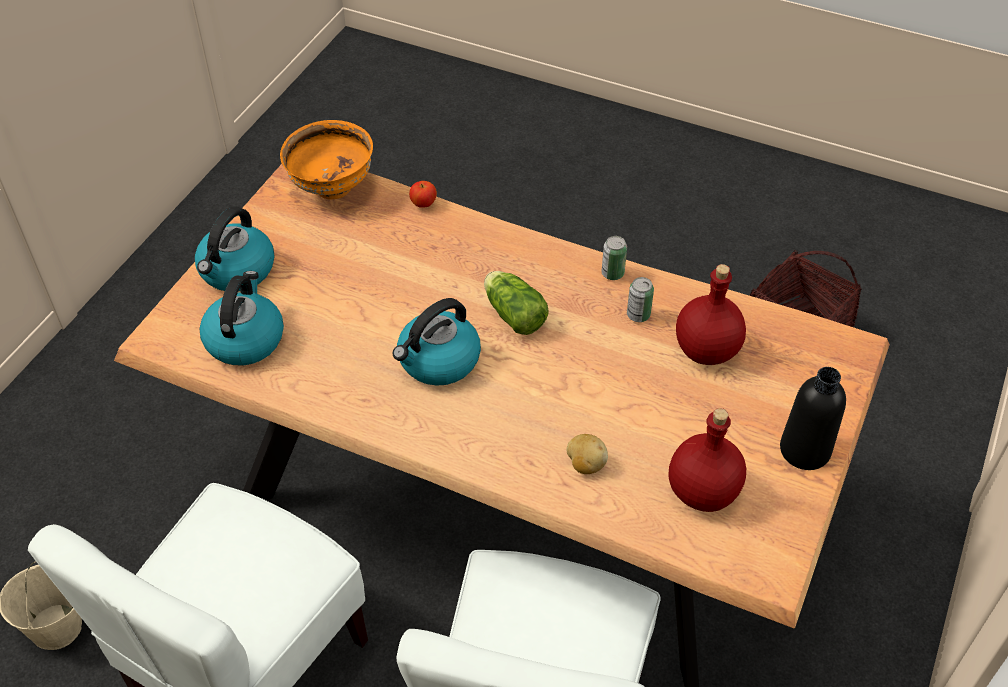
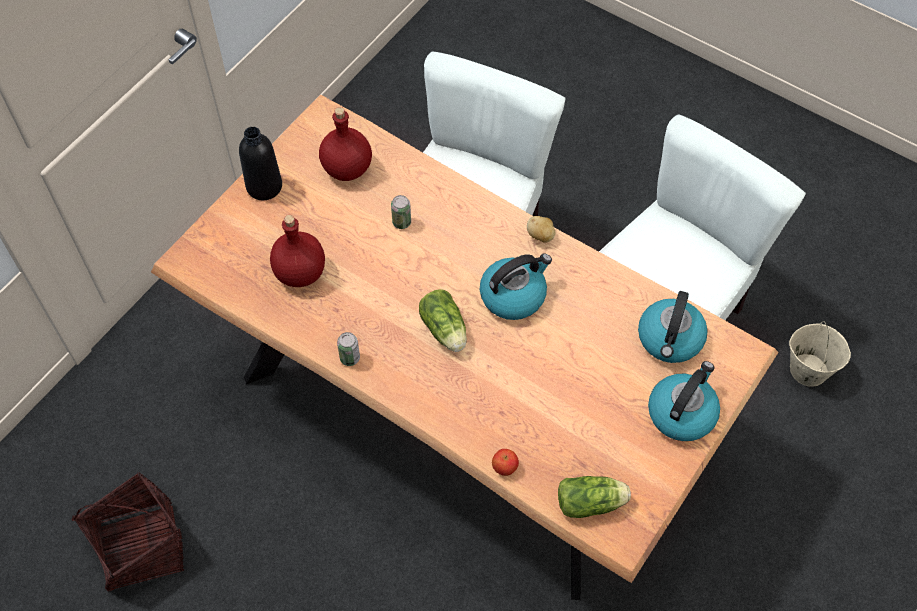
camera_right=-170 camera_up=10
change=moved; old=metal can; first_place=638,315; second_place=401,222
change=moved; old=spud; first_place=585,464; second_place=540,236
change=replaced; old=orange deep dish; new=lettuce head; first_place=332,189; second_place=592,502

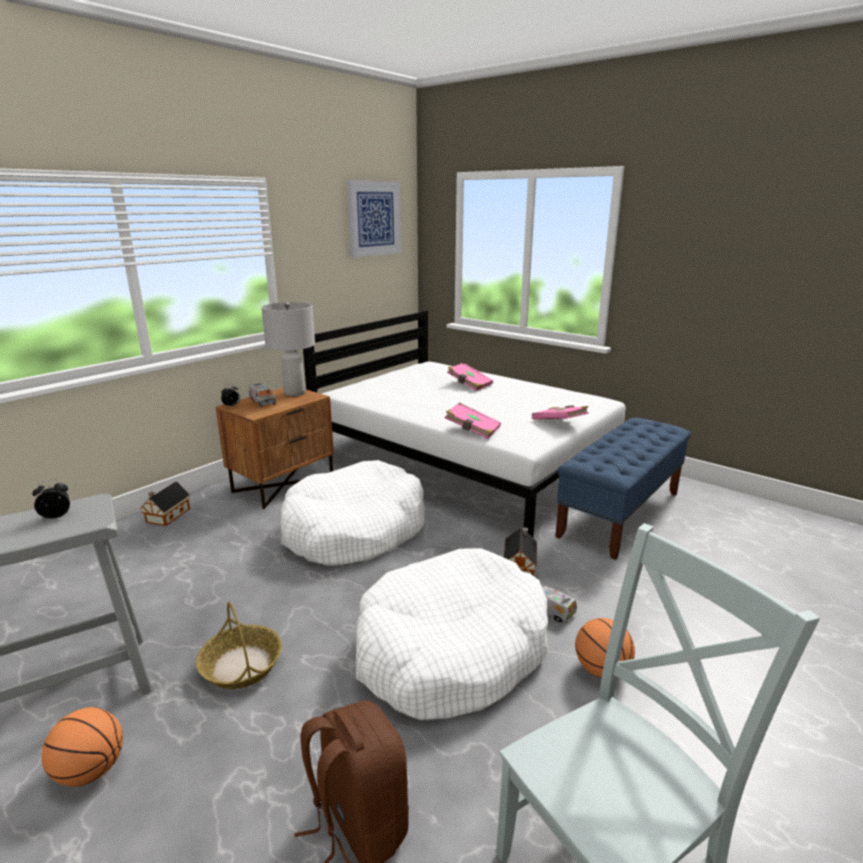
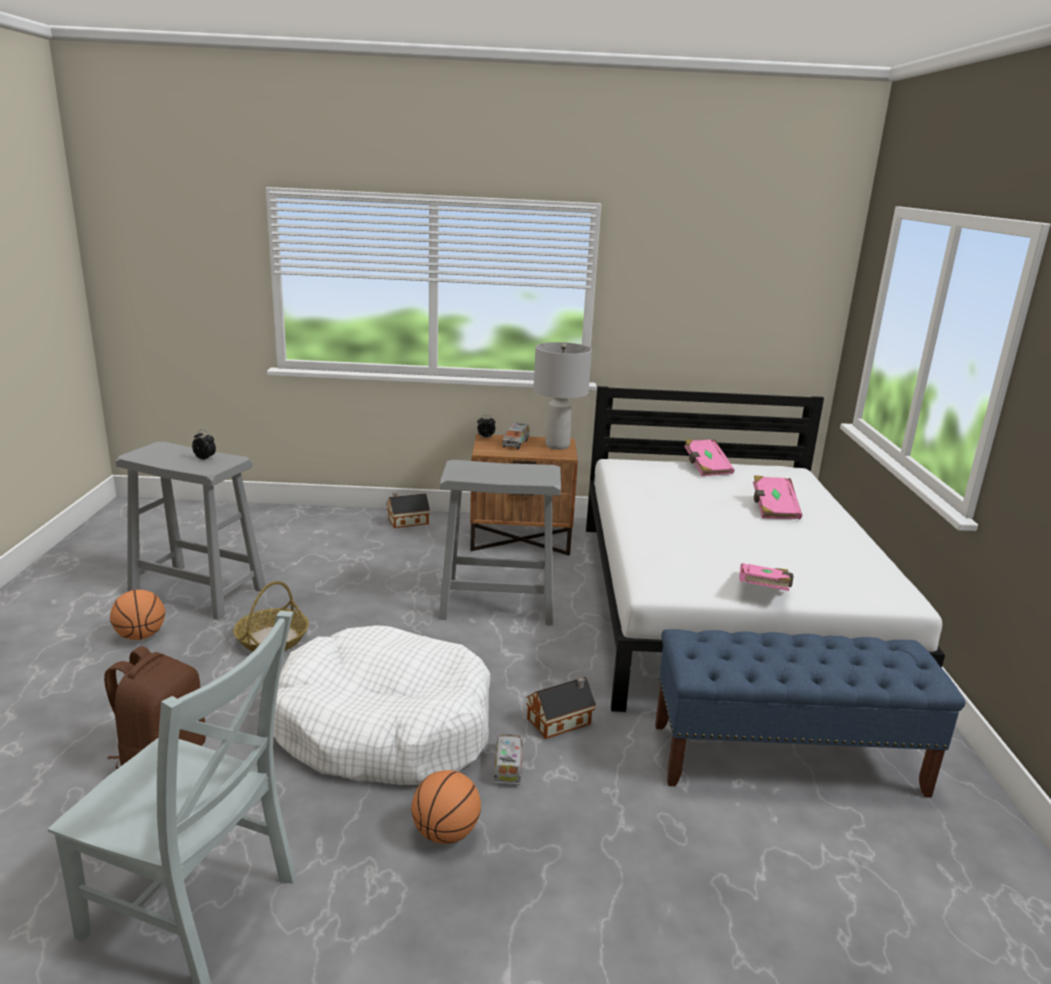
camera_right=50 camera_up=0
change=replaced; old=white dog bed; new=grey stool seat; first_place=354,530; second_place=498,604
change=moved; old=pink-coloured volume; first_place=472,430; second_place=706,467
change=removed; old=wall picture; first_place=374,218

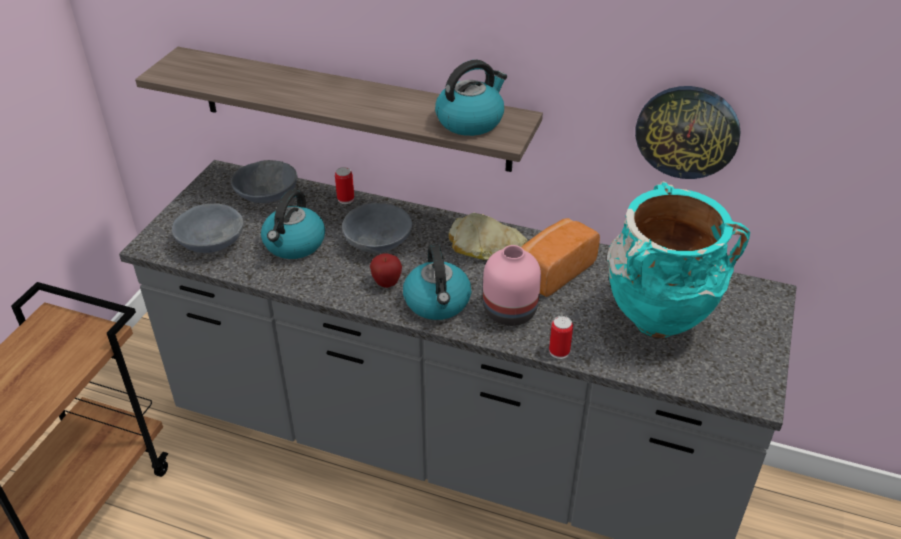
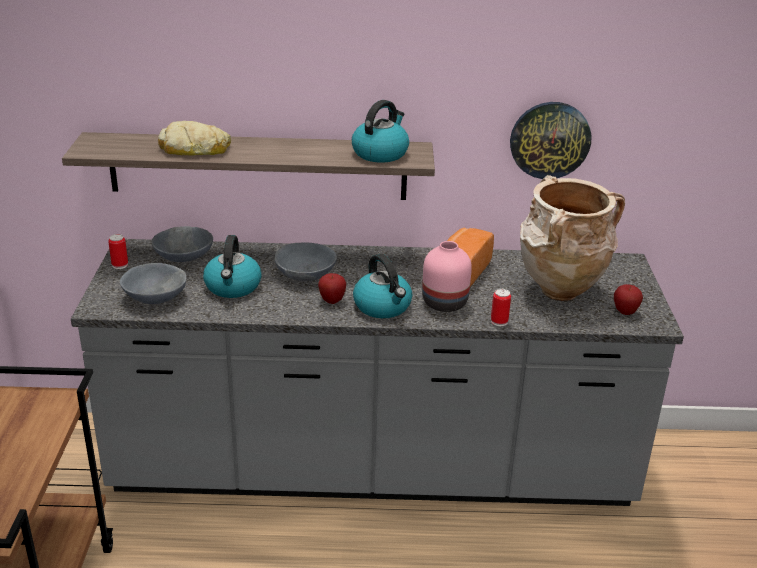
camera_right=-20 camera_up=-10
change=moved; old=metal can; first_place=345,199; second_place=120,265
change=moved; old=bakery bread; first_place=486,247; second_place=194,148
change=recoloured; old=blue-green flower vase; new=beige flower vase; first_place=657,321; second_place=559,290
change=added; new=apple fruit; second_place=625,312

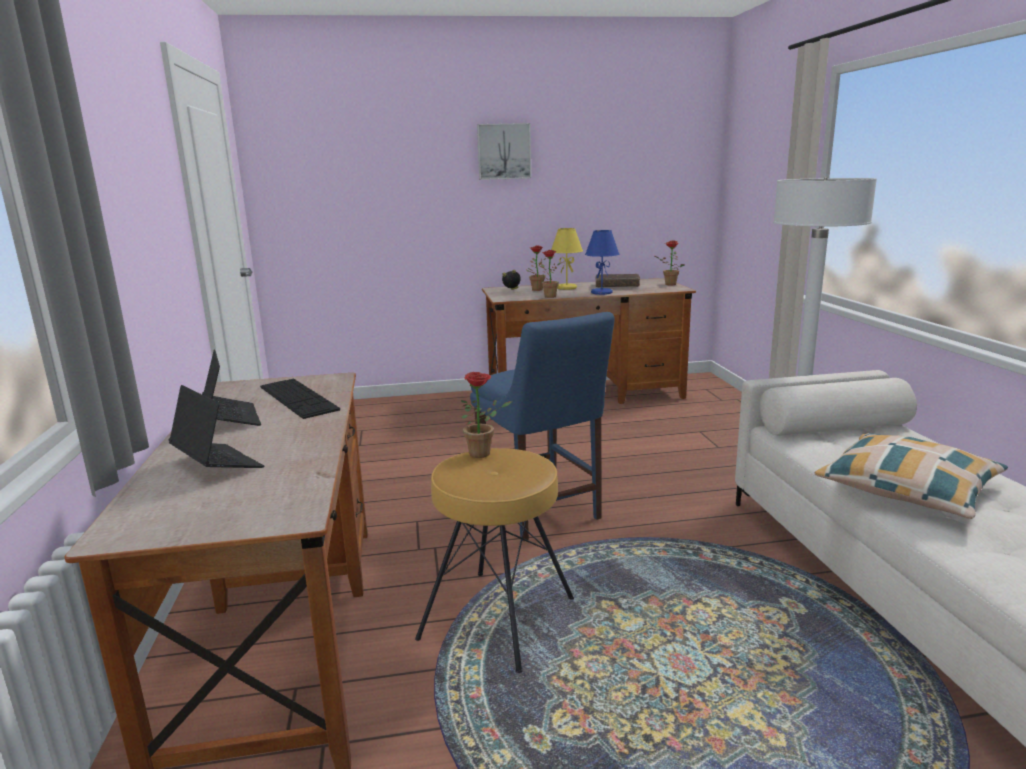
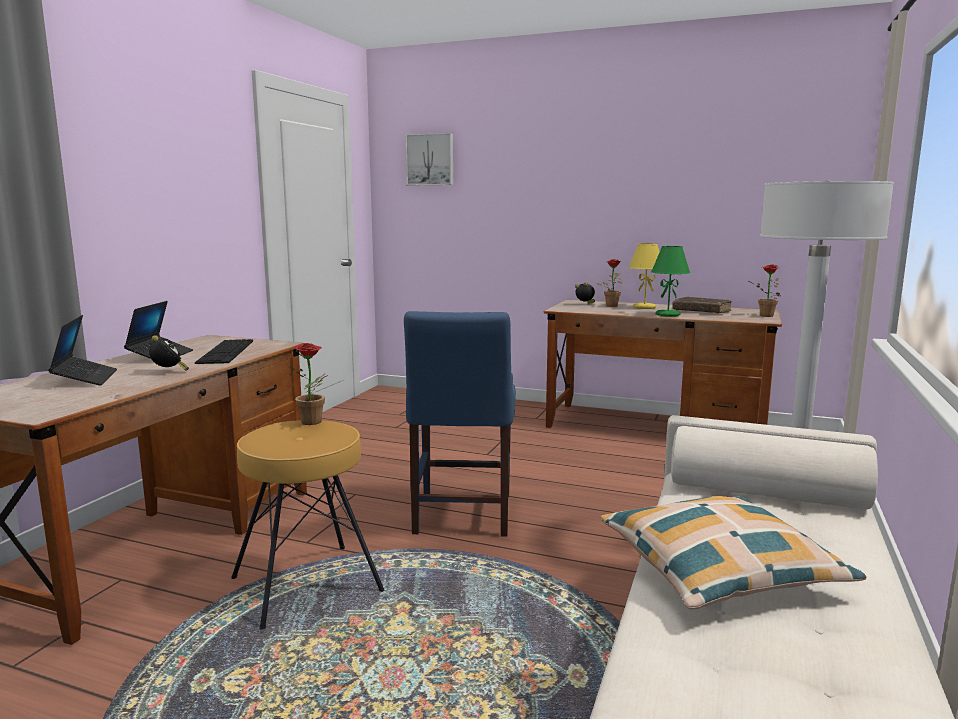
camera_right=30 camera_up=-5
change=added; new=bedside clock; second_place=169,372
change=moved; old=wall picture; first_place=504,151; second_place=430,159
change=recoloured; old=bluish lamp for a table; new=green-coloured lamp for a table; first_place=601,293; second_place=668,315
change=removed; old=potted plant; first_place=548,296

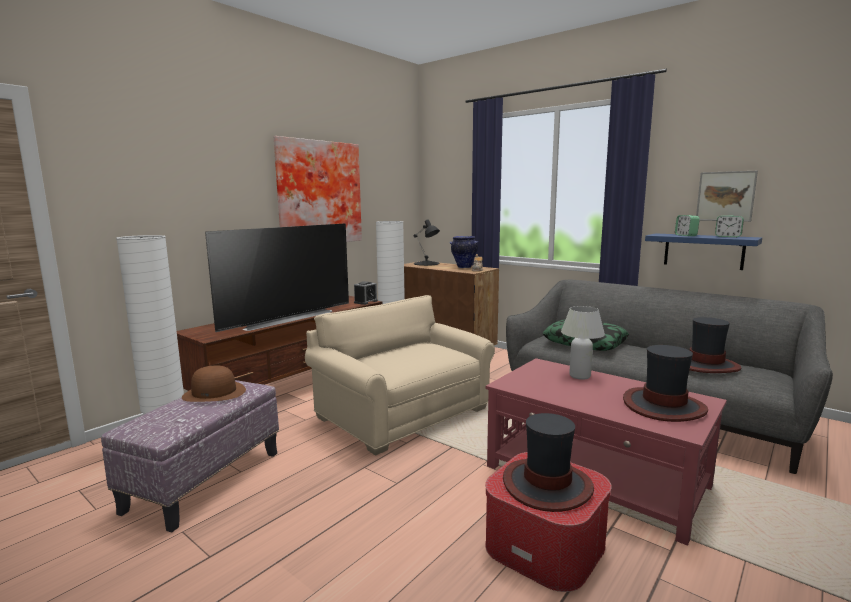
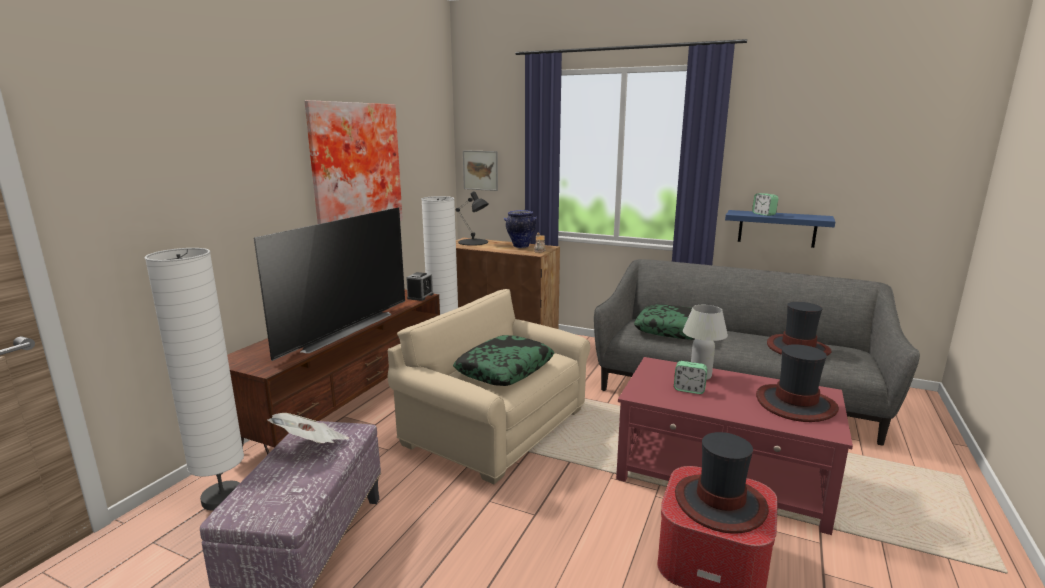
camera_right=-15 camera_up=5
change=replaced; old=brown-coloured clothing hat; new=daily paper; first_place=214,393; second_place=312,445
change=added; new=cushion; second_place=505,369
change=moved; old=wall picture; first_place=725,196; second_place=480,170
change=moved; old=bedside clock; first_place=728,236; second_place=689,389

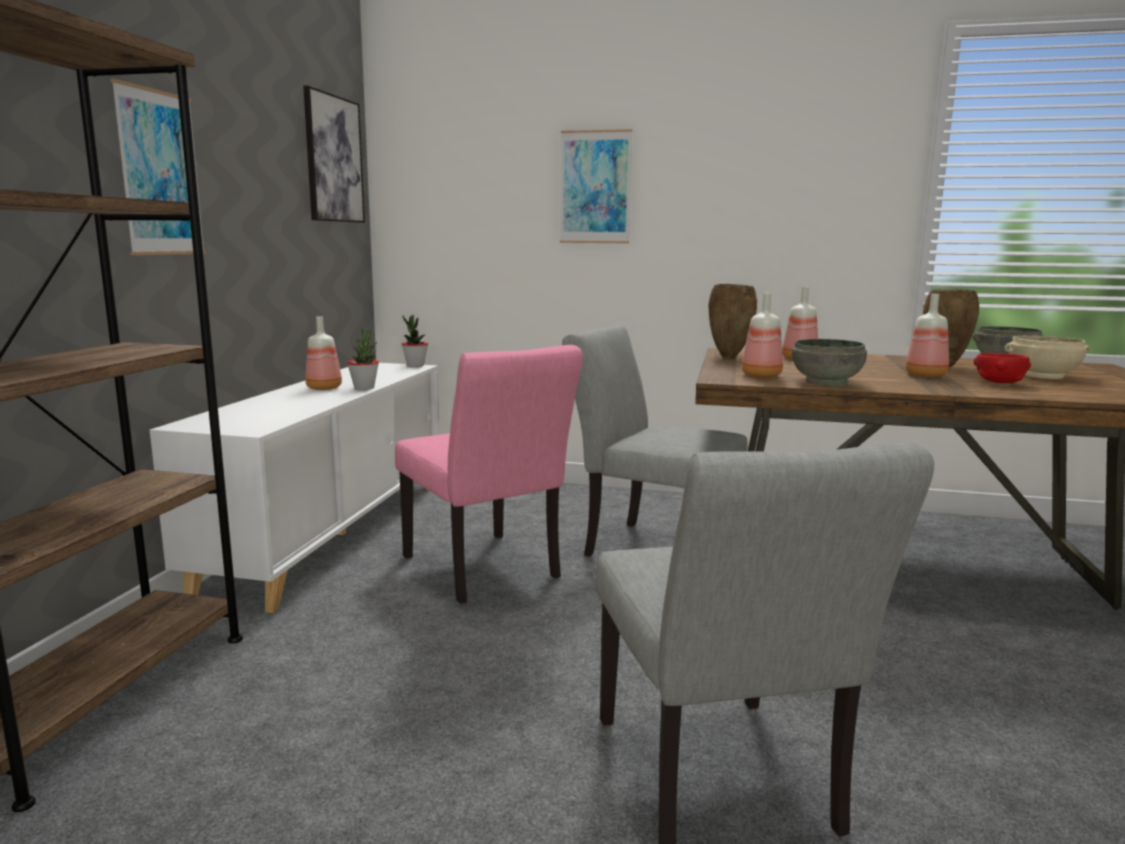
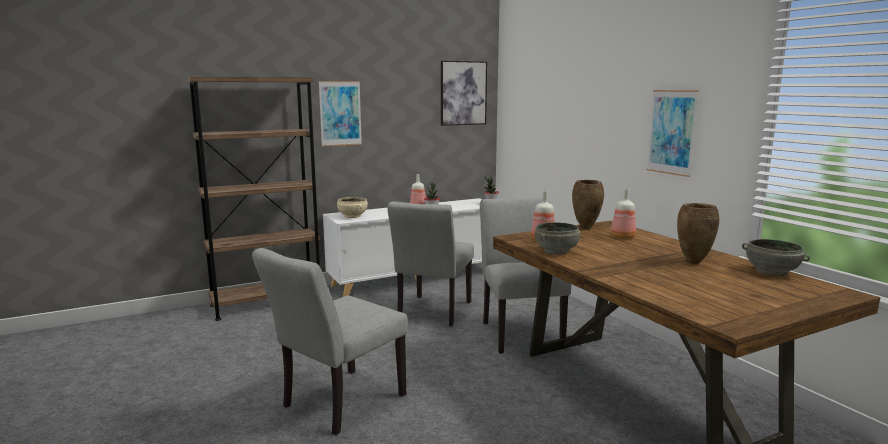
camera_right=50 camera_up=0
change=moved; old=beige deep dish; first_place=1043,376; second_place=352,216
change=recoloured; old=pink-coloured upright chair; new=grey upright chair; first_place=486,571; second_place=432,313
change=moved; old=wall picture; first_place=595,187; second_place=671,132
change=removed; old=bottle; first_place=927,375
change=removed; old=red-coloured deep dish; first_place=999,382

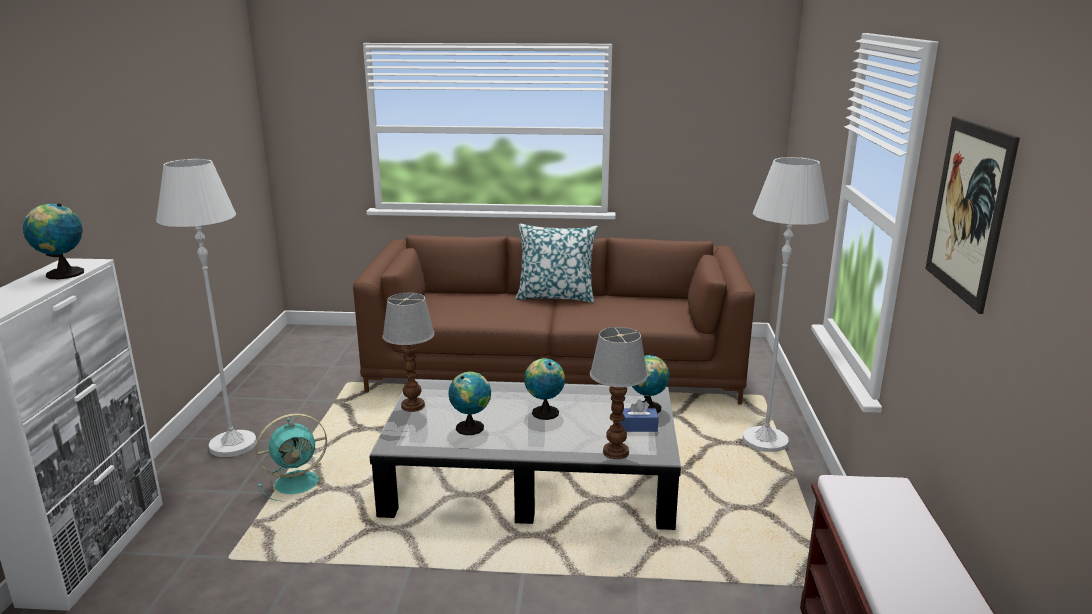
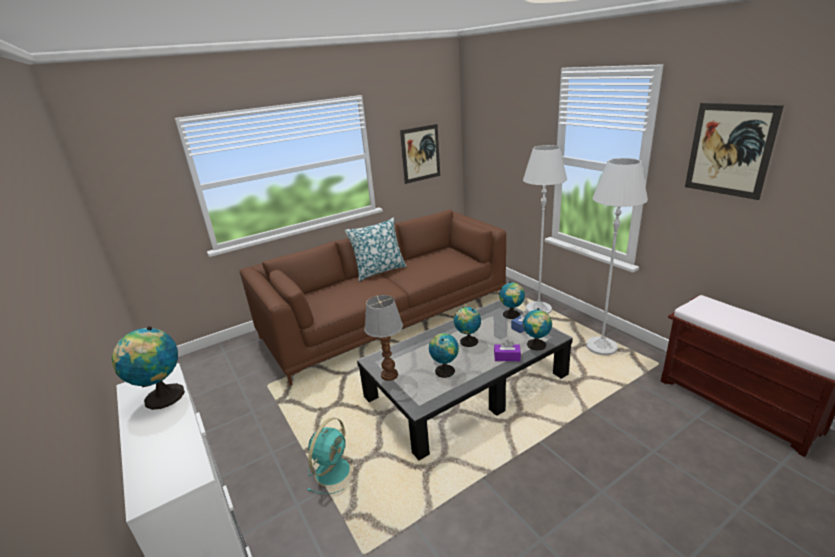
camera_right=-35 camera_up=5
change=added; new=wall picture; second_place=420,153
change=added; new=purple box of tissues; second_place=507,357
change=replaced; old=lamp for a table; new=globe; first_place=615,452; second_place=536,345
change=moved; old=white standard lamp; first_place=233,445; second_place=601,347

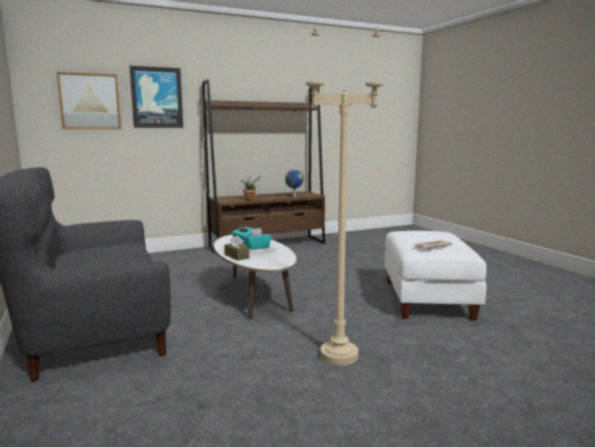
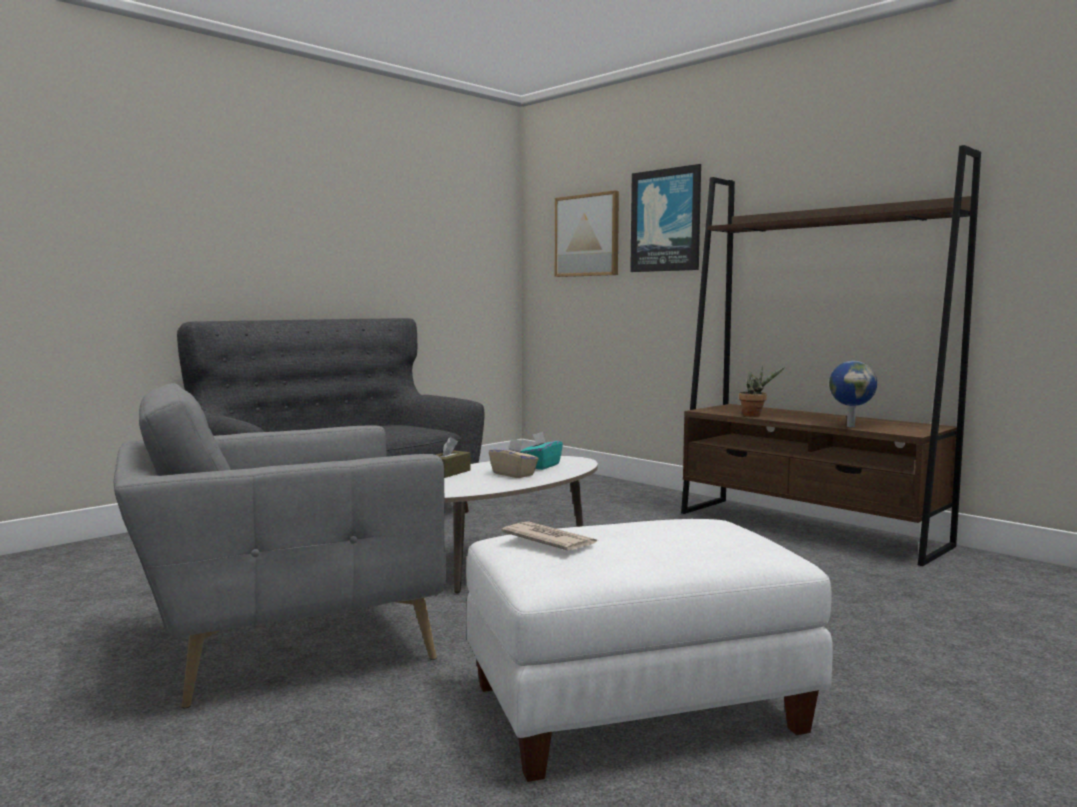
camera_right=70 camera_up=-5
change=replaced; old=beige standard lamp; new=grey lounge chair; first_place=339,356; second_place=284,646
change=recoloured; old=blue-green box of tissues; new=beige box of tissues; first_place=257,247; second_place=513,474

